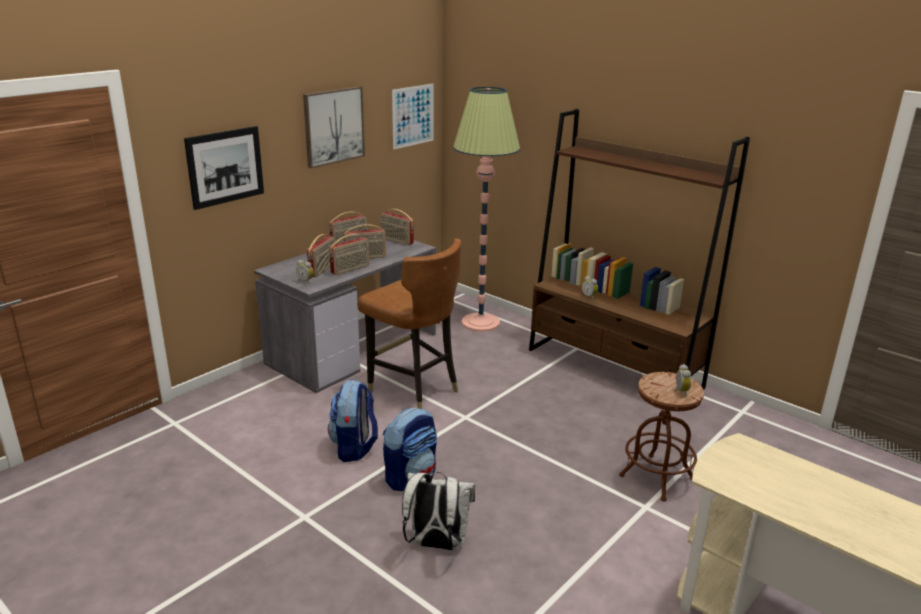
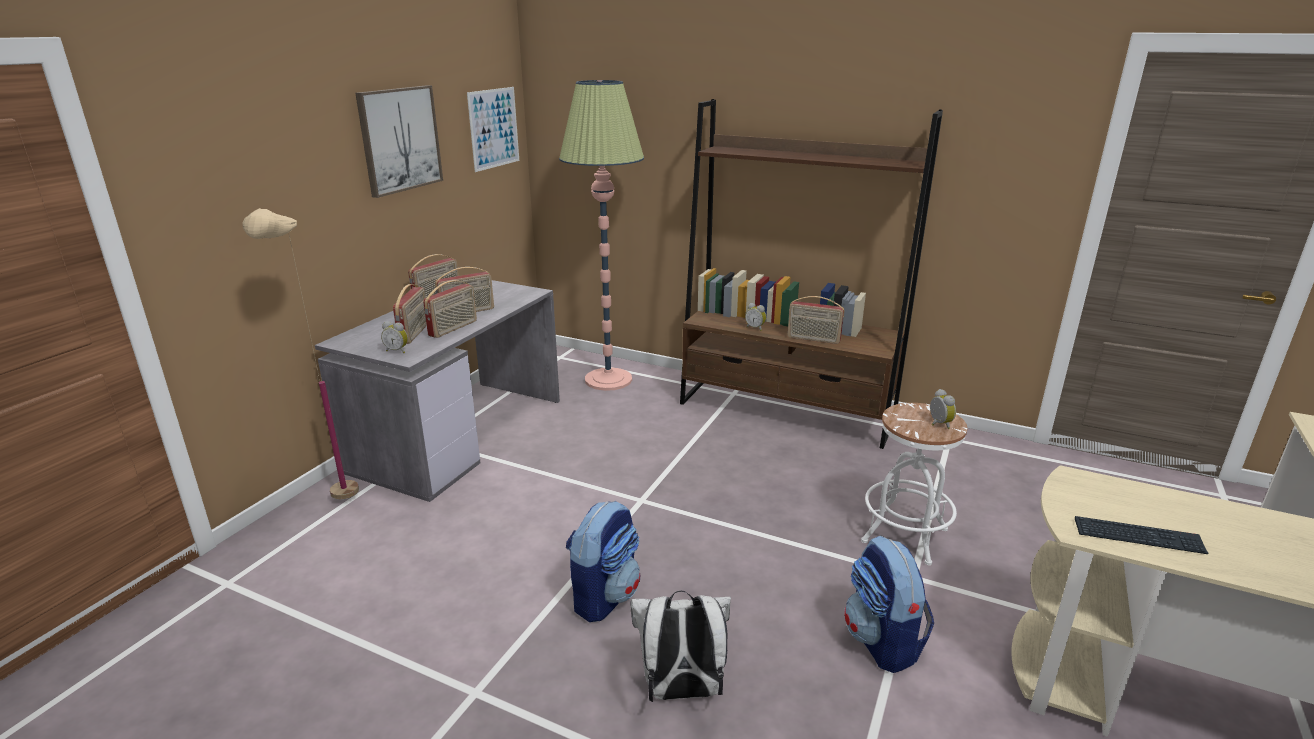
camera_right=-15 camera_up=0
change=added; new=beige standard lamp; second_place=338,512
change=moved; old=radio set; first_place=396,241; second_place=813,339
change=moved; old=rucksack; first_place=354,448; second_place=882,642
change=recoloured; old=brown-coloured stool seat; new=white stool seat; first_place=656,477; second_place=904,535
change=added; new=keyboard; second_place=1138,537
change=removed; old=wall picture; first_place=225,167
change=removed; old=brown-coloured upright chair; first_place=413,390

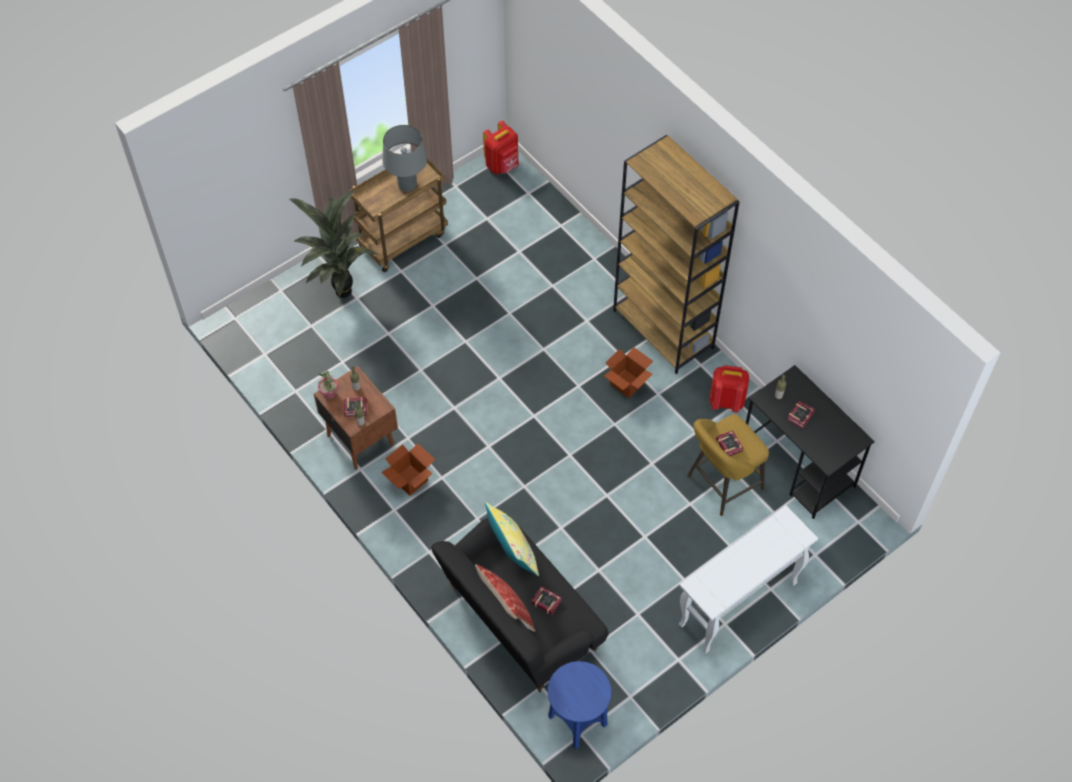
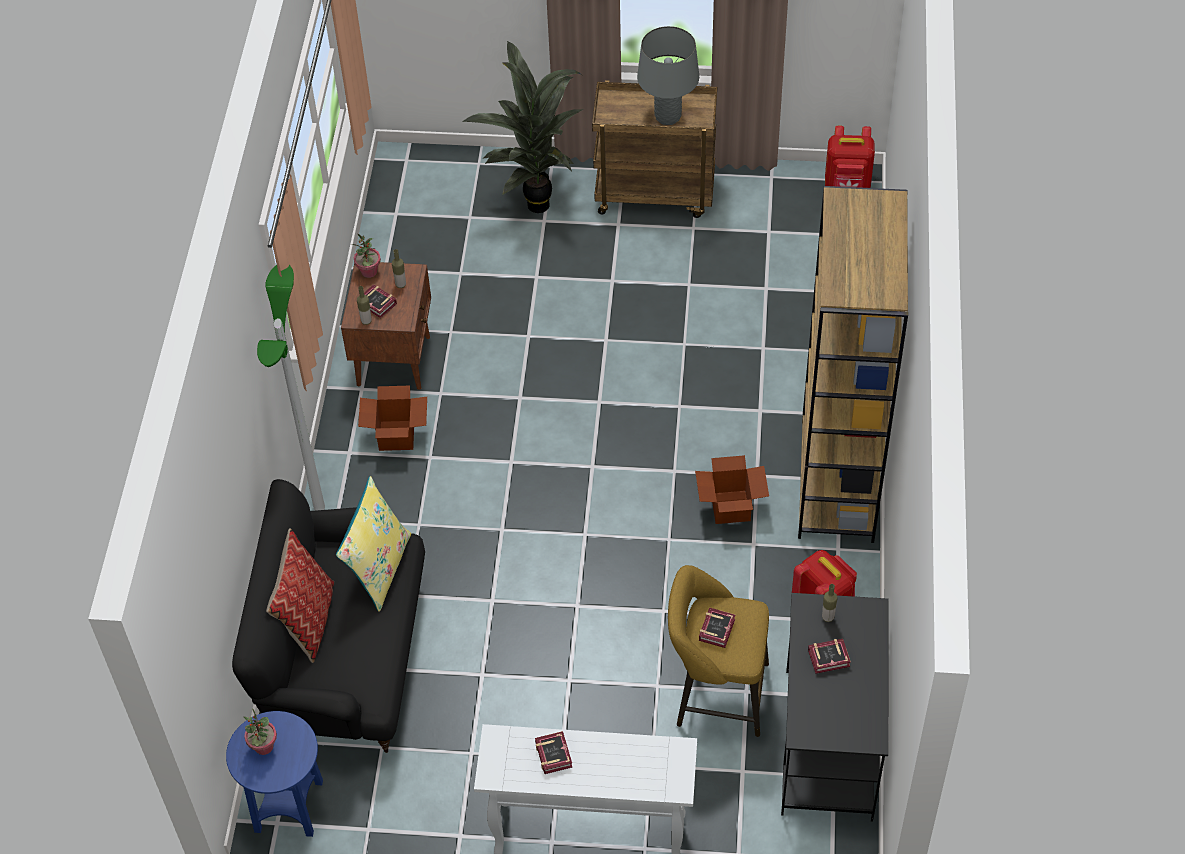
camera_right=45 camera_up=-5
change=added; new=potted plant; second_place=264,746
change=added; new=standard lamp; second_place=319,507
change=moved; old=volume; first_place=546,600; second_place=554,753

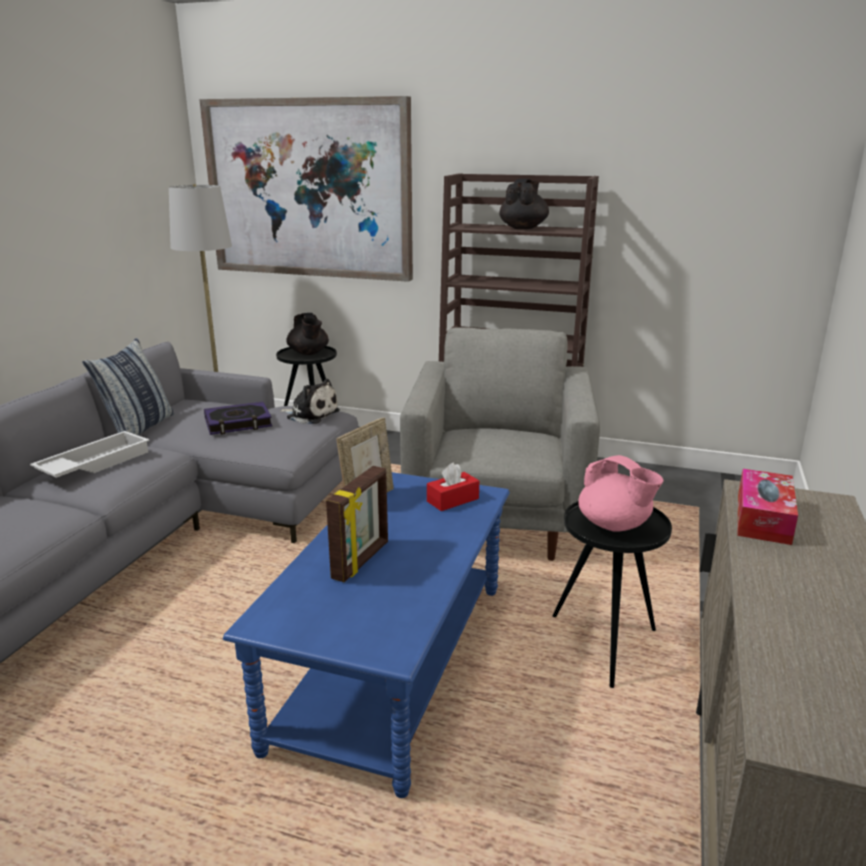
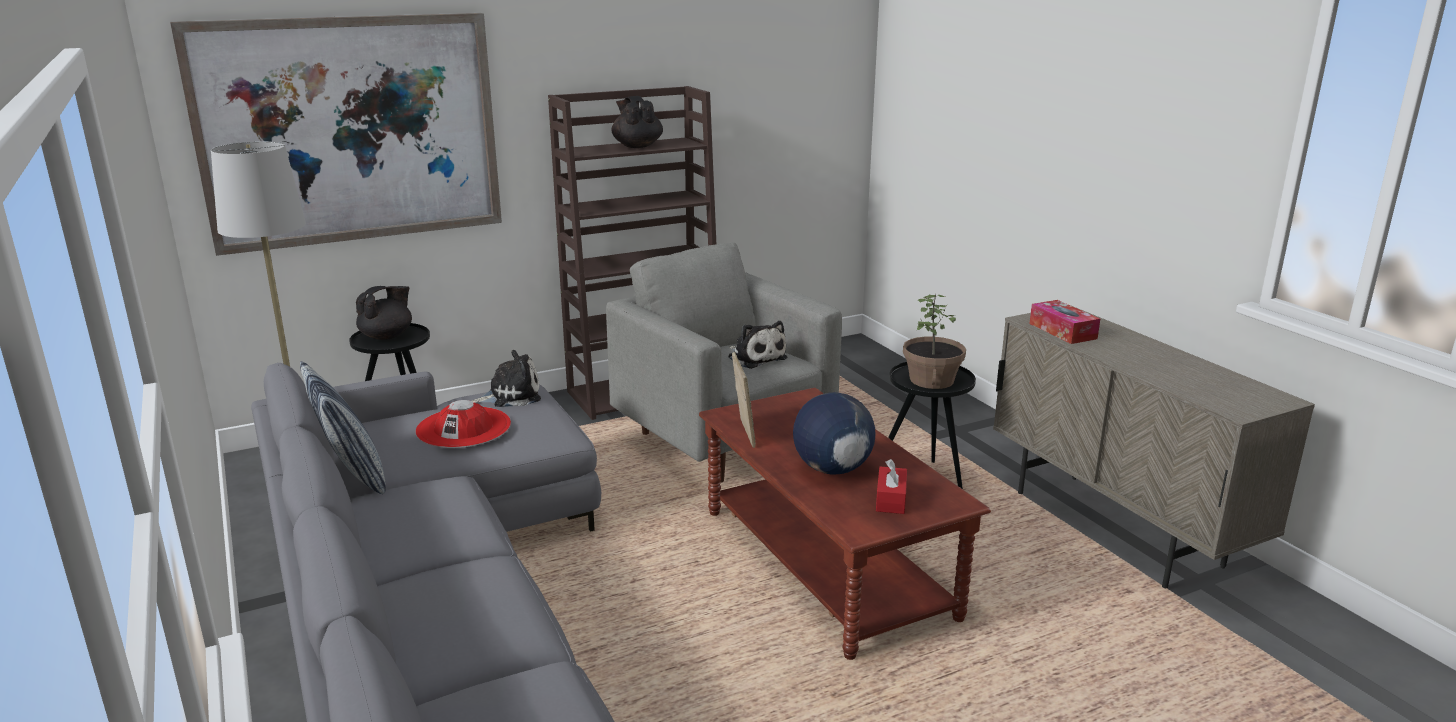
camera_right=-45 camera_up=0
change=turned; old=blackish pot for tea; first_place=308,353; second_place=387,336; degrees=-75
change=replaced; old=volume; new=red-coloured clothing hat; first_place=238,423; second_place=464,427
change=recoloured; old=bluish lounge table; new=brown-coloured lounge table; first_place=393,662; second_place=826,563
change=added; new=cuddly toy; second_place=755,357
change=replaced; old=standing frame; new=globe; first_place=362,561; second_place=832,469
change=moved; old=red-coloured box of tissues; first_place=453,500; second_place=891,499
change=replaced; old=pink-coloured pot for tea; new=potted plant; first_place=614,525; second_place=932,380
change=removed; old=white serving tray; first_place=94,463

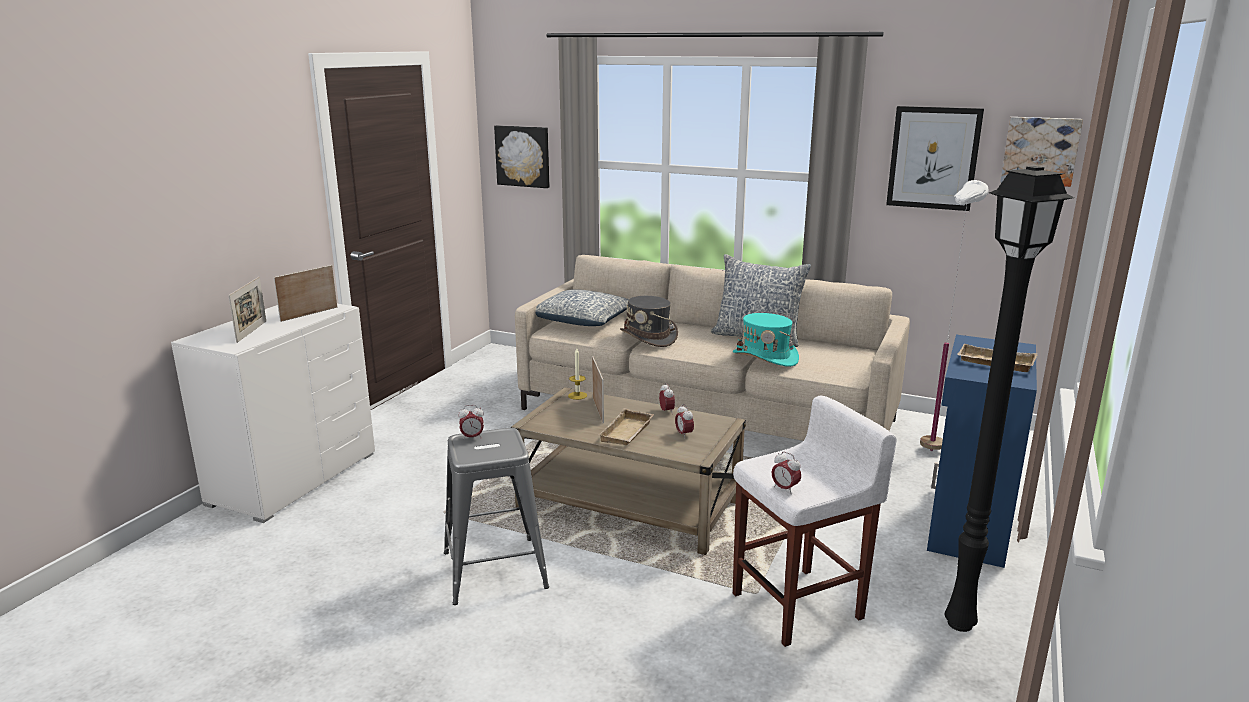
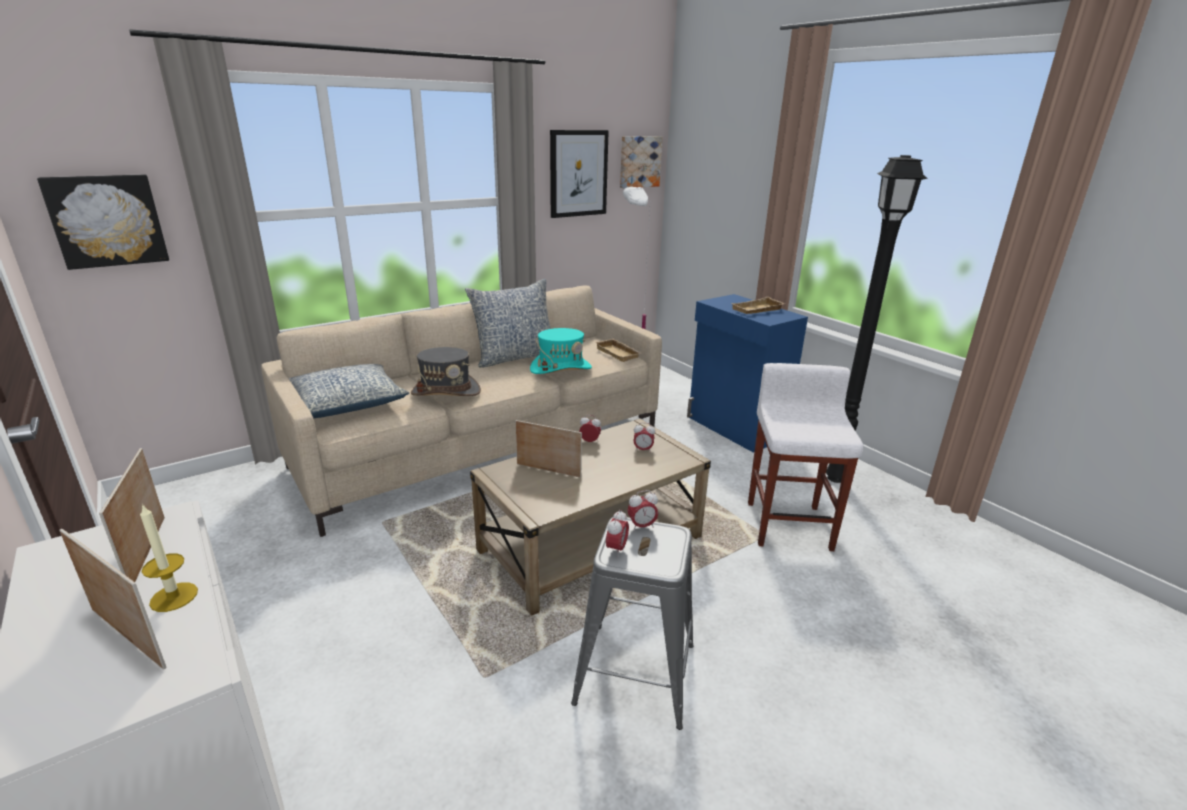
camera_right=-60 camera_up=5
change=moved; old=wax candle; first_place=577,395; second_place=174,597
change=moved; old=beige serving tray; first_place=628,433; second_place=619,353
change=moved; old=bedside clock; first_place=785,489; second_place=641,526

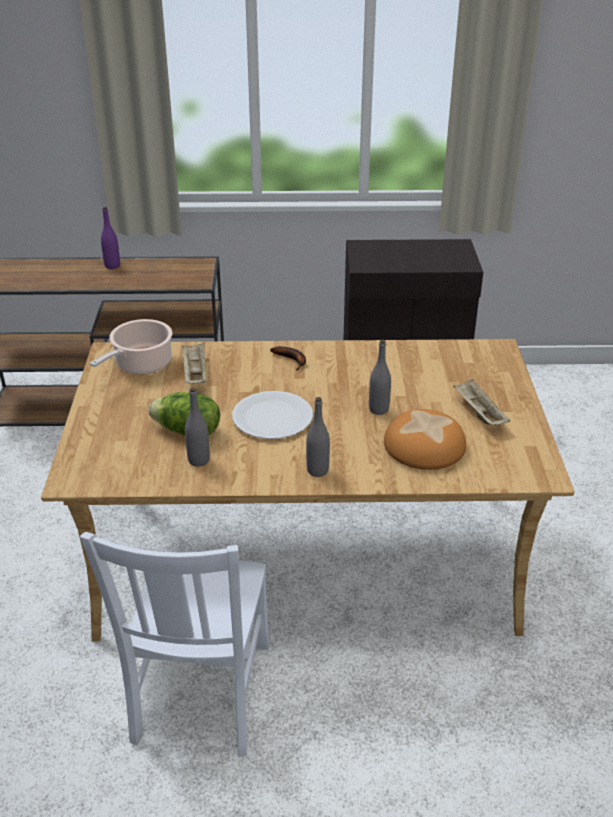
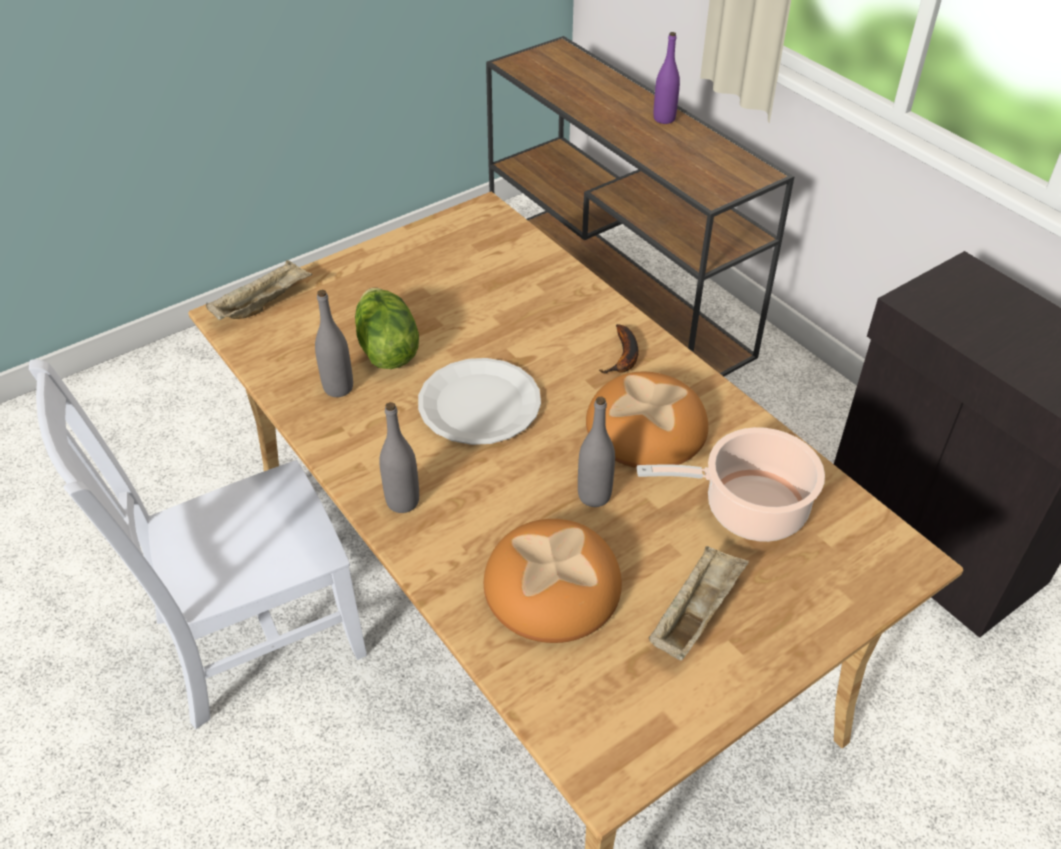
camera_right=55 camera_up=10
change=moved; old=beige serving tray; first_place=195,373; second_place=263,304
change=added; new=bakery bread; second_place=647,428
change=moved; old=saucepot; first_place=141,365; second_place=748,508

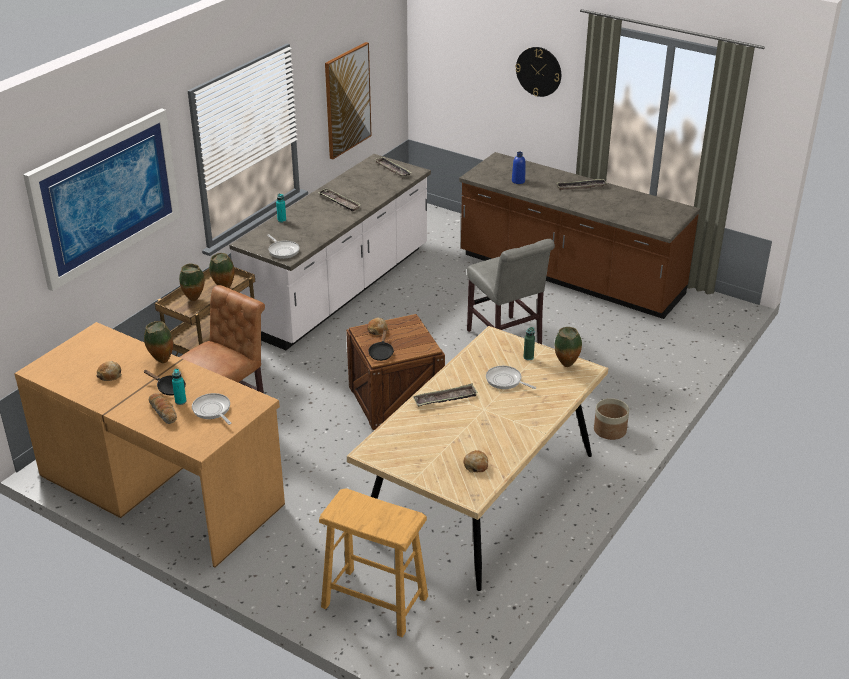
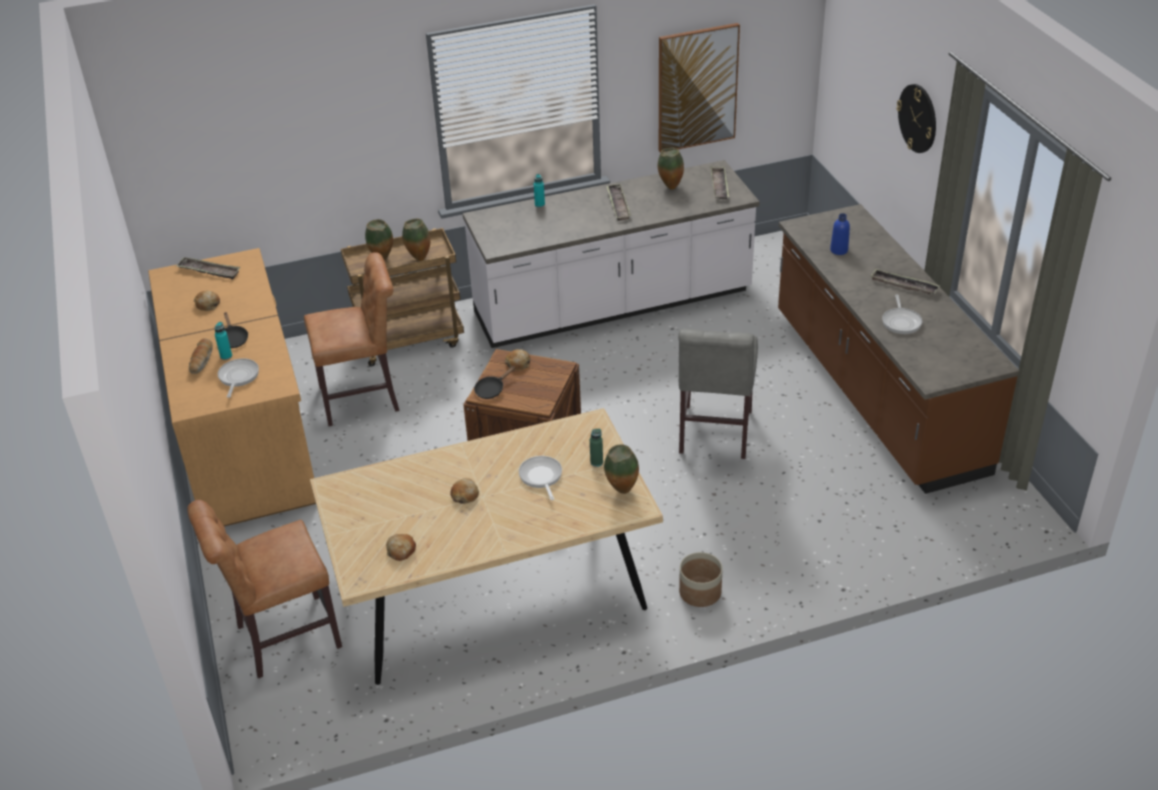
camera_right=40 camera_up=5
change=moved; old=serving tray; first_place=445,399; second_place=209,271
change=replaced; old=beige stool seat; new=brown-coloured upright chair; first_place=374,601; second_place=283,638
change=added; new=bakery bread; second_place=465,495
change=moved; old=flower vase; first_place=161,361; second_place=670,187
change=moved; old=skillet; first_place=283,250; second_place=901,322
change=removed; old=wall picture; first_place=105,196

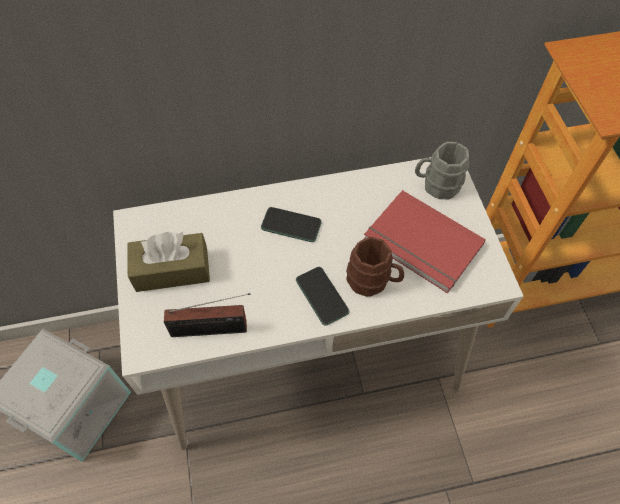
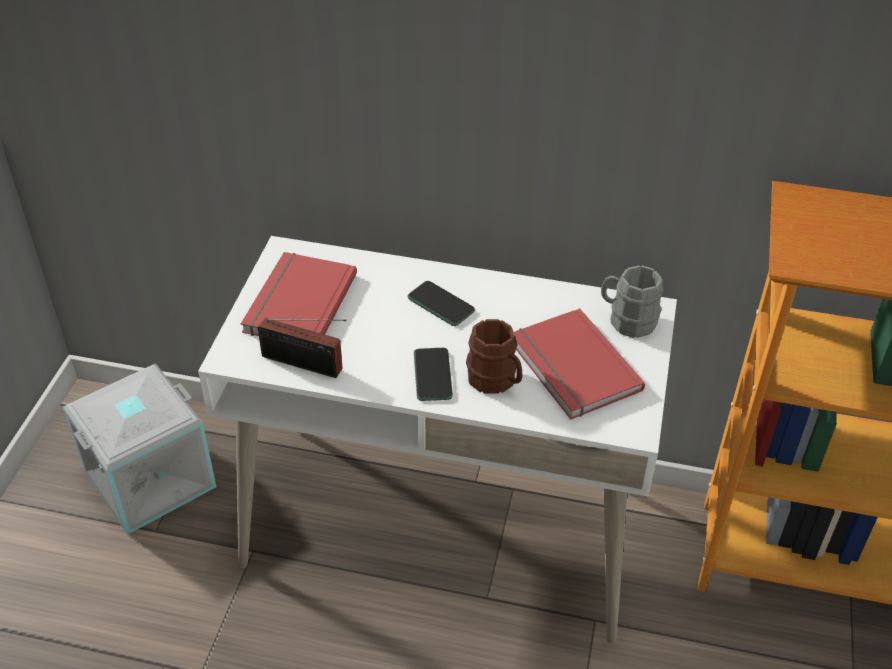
camera_right=25 camera_up=-15
change=replaced; old=brown-coloured box of tissues; new=red-coloured volume; first_place=172,270; second_place=297,303

